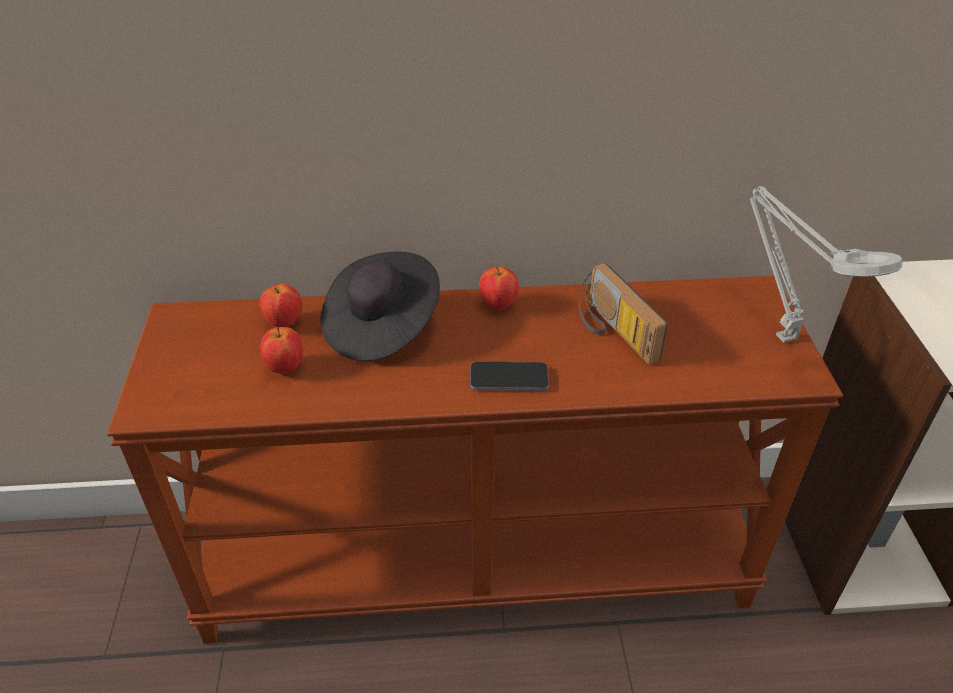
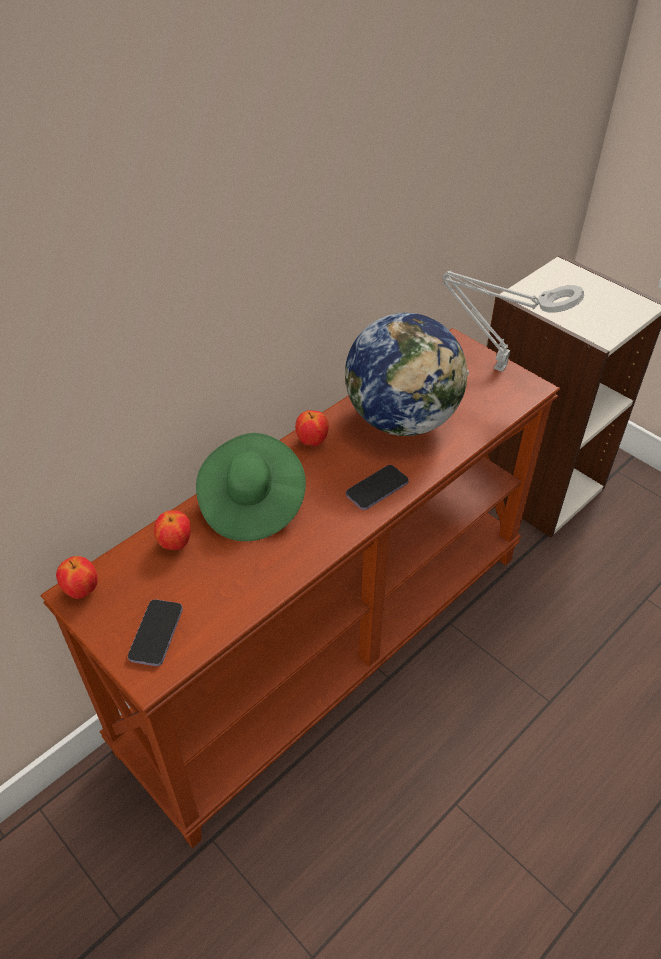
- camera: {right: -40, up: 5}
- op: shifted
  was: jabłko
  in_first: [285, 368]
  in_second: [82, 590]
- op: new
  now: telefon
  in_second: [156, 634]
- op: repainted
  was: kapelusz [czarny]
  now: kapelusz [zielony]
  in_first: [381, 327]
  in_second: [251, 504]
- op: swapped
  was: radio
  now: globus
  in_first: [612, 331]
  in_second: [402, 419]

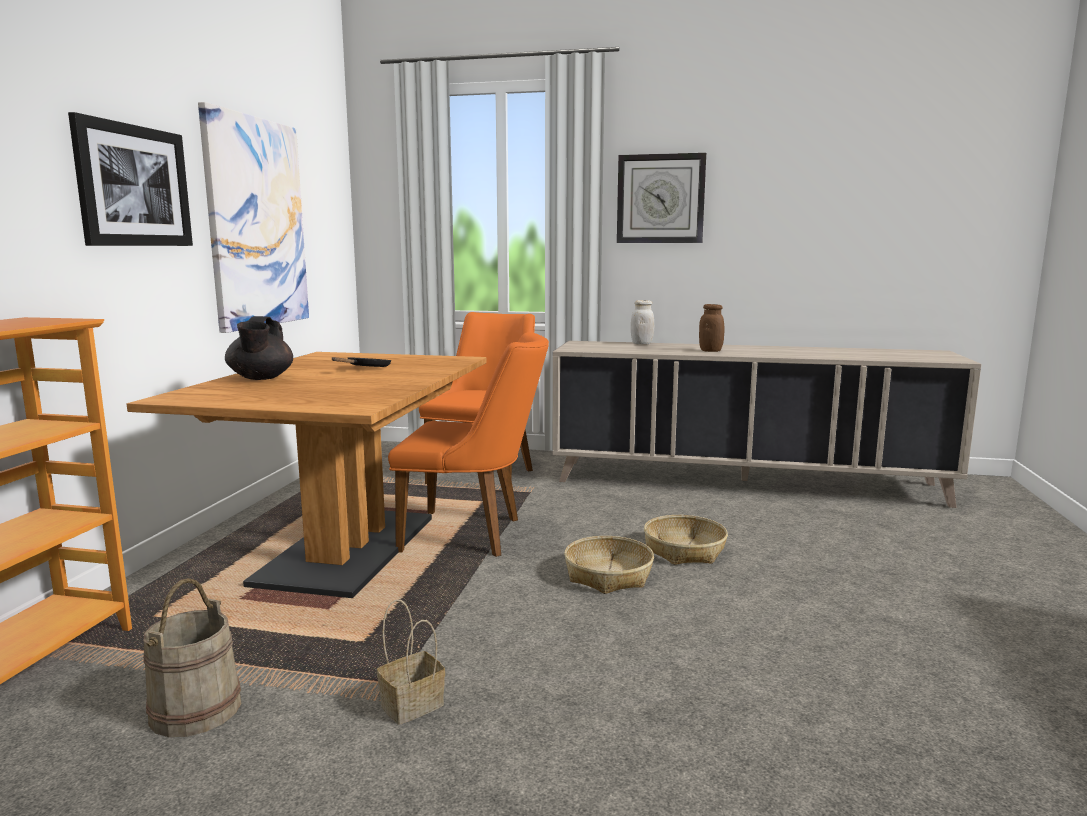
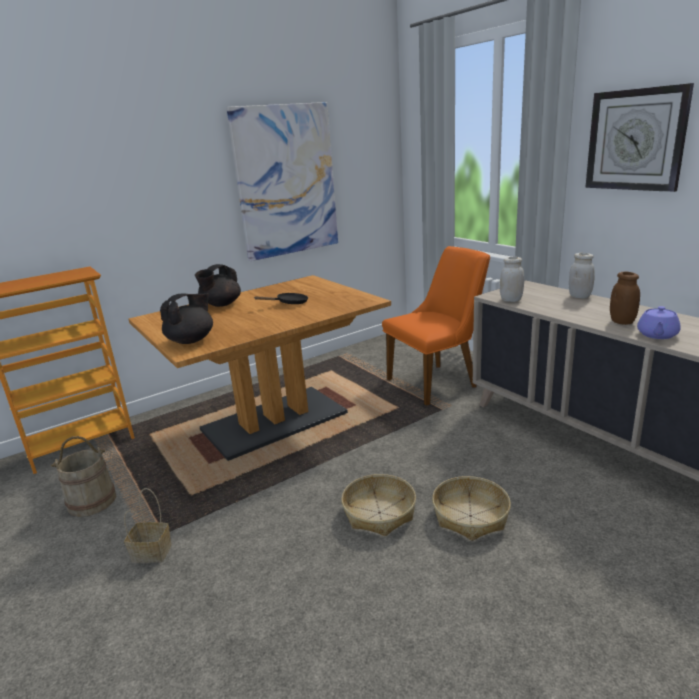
- camera: {right: 45, up: 10}
- op: new
  now: imbryk [czarny]
  in_second: [191, 340]
- op: new
  now: słoik [biały]
  in_second: [511, 300]
- op: new
  now: imbryk [fioletowy]
  in_second: [657, 335]
- op: gone
  was: obraz
  in_first: [133, 186]
- op: gone
  was: krzesło [pomarańczowy]
  in_first: [473, 535]

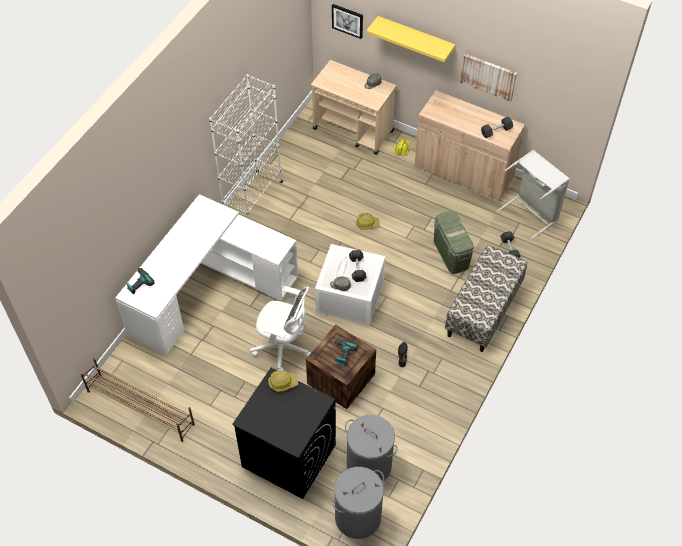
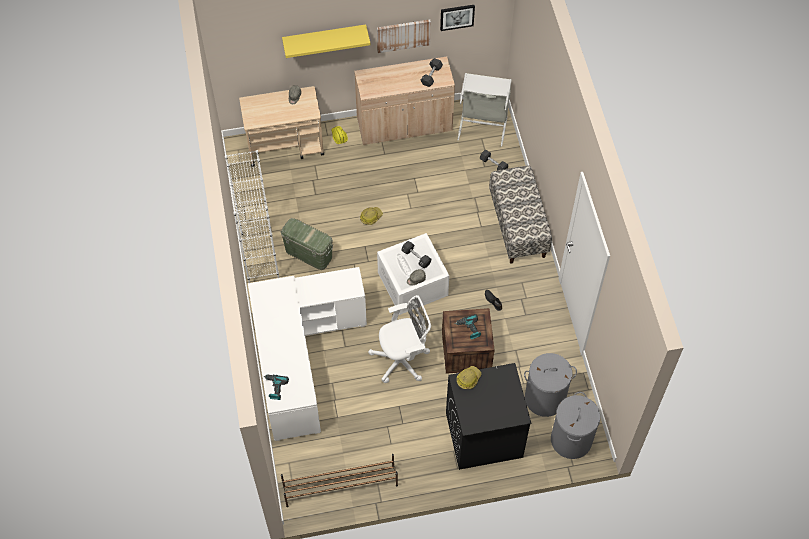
- camera: {right: -40, up: 5}
- op: shifted
  was: pojemnik do przechowywania [zielony]
  in_first: [451, 254]
  in_second: [309, 253]
- op: shifted
  was: obraz
  in_first: [347, 20]
  in_second: [457, 16]

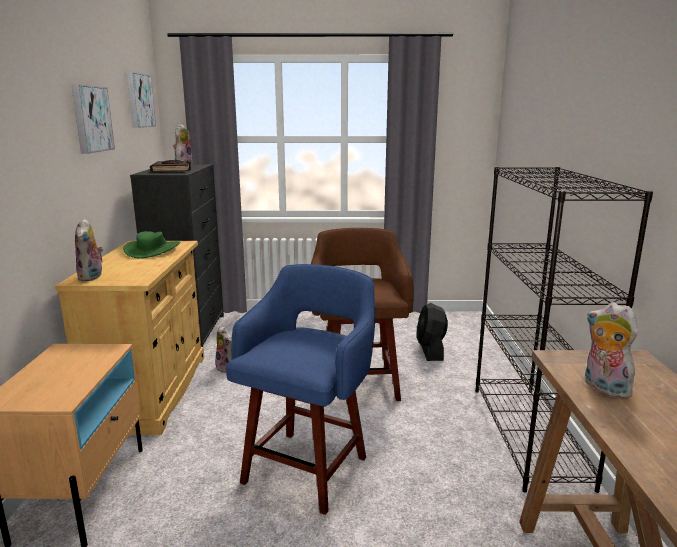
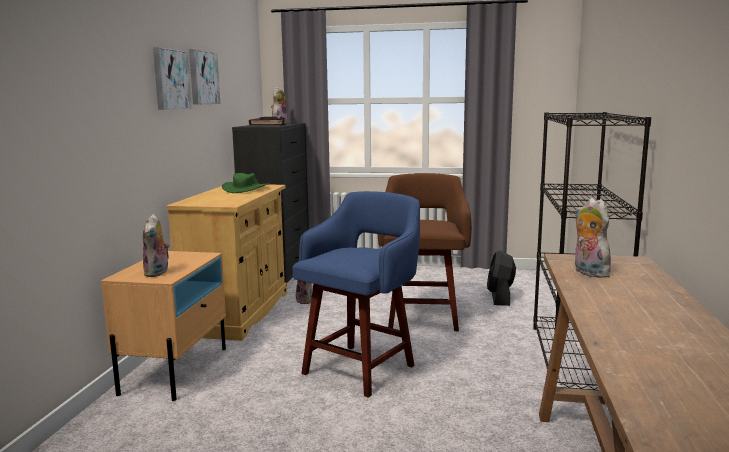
- camera: {right: 10, up: -5}
- op: shifted
  was: pluszak
  in_first: [92, 277]
  in_second: [157, 273]
- op: shifted
  was: obraz
  in_first: [139, 100]
  in_second: [170, 79]

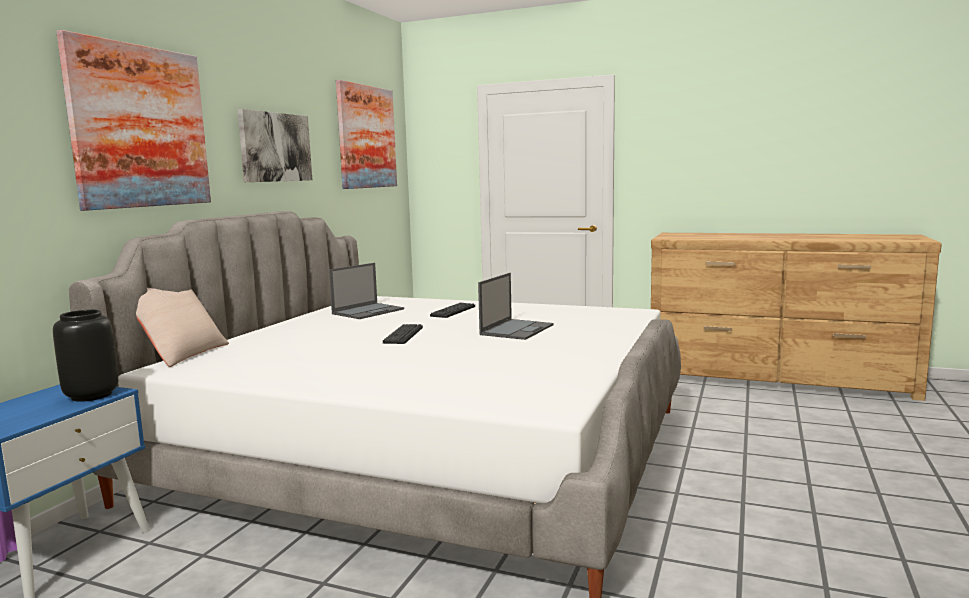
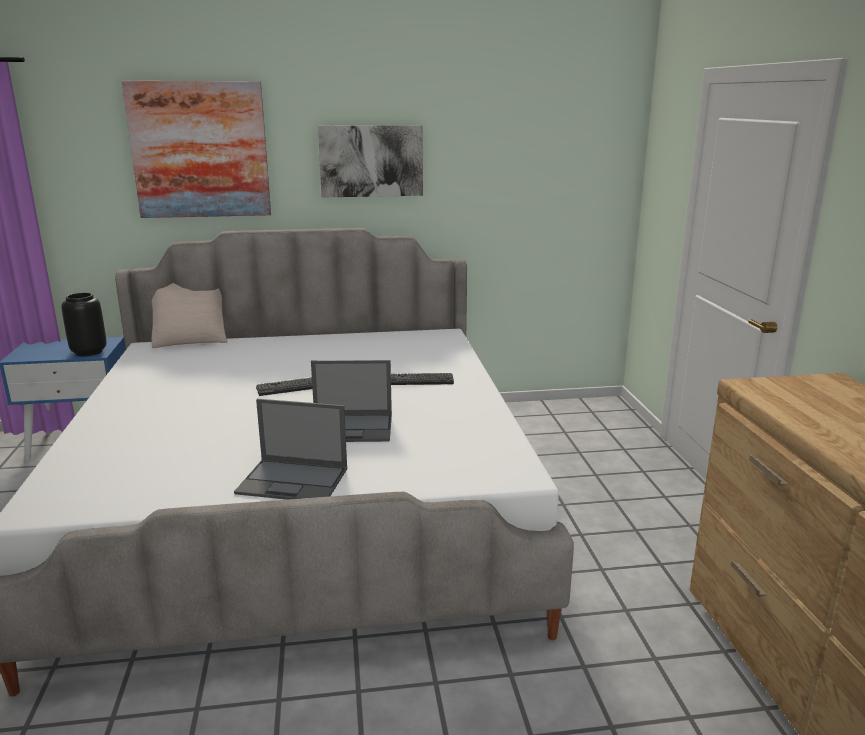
- camera: {right: 60, up: 10}
- op: shifted
  was: laptop
  in_first: [368, 311]
  in_second: [294, 481]
- op: gone
  was: obraz
  in_first: [366, 137]

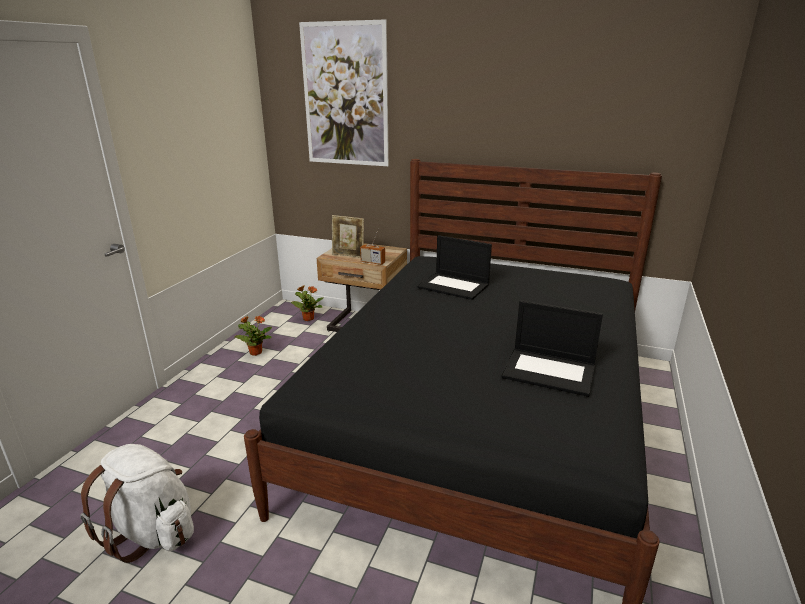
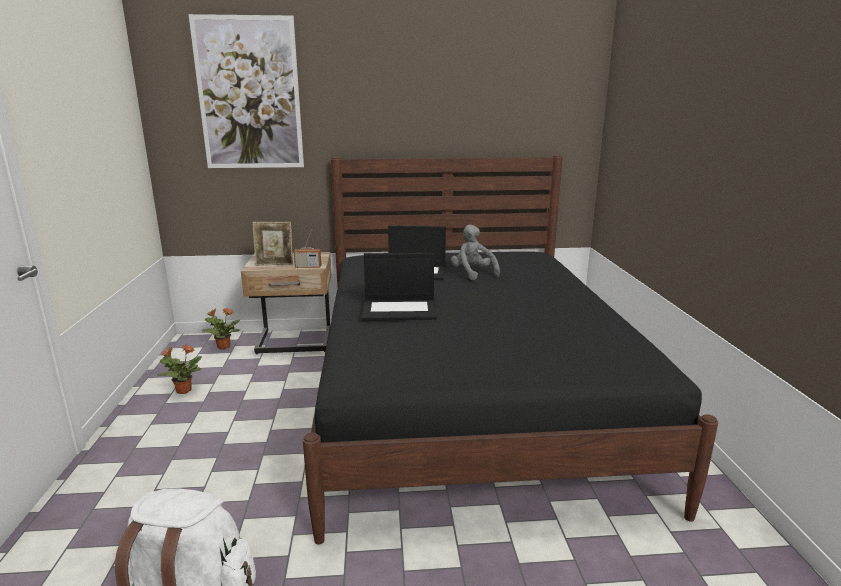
- camera: {right: -25, up: -5}
- op: shifted
  was: laptop
  in_first: [550, 371]
  in_second: [400, 310]
- op: new
  now: pluszak [szary]
  in_second: [472, 274]

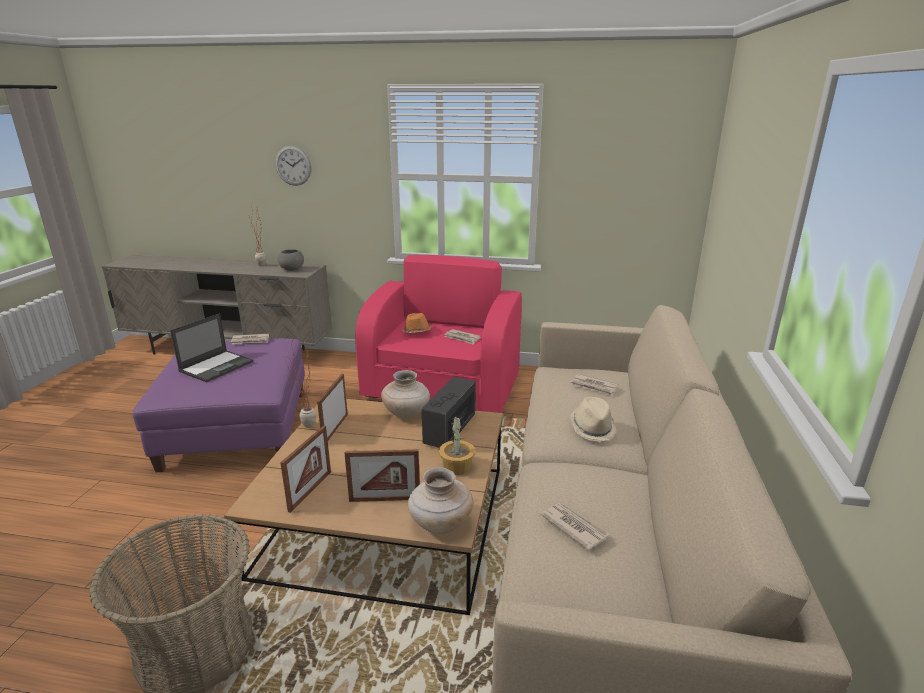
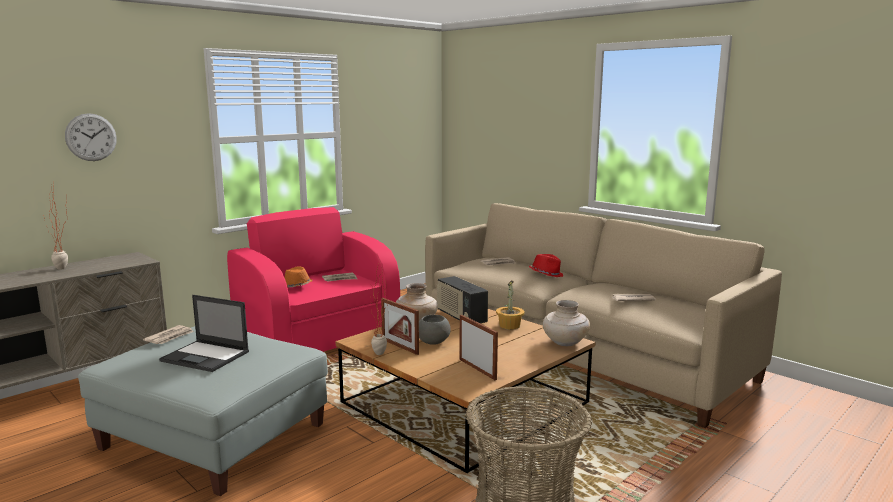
- camera: {right: -55, up: -10}
- op: repainted
  was: pufa [fioletowy]
  now: pufa [szary]
  in_first: [238, 429]
  in_second: [215, 436]
- op: rotated
  was: laptop
  in_first: [217, 366]
  in_second: [206, 356]
  clockwise: 135
- op: shifted
  was: miska [szary]
  in_first: [291, 269]
  in_second: [433, 342]
- op: repainted
  was: kapelusz [beżowy]
  now: kapelusz [czerwony]
  in_first: [592, 428]
  in_second: [546, 274]
- op: gone
  was: ramka na zdjęcie
  in_first: [384, 499]

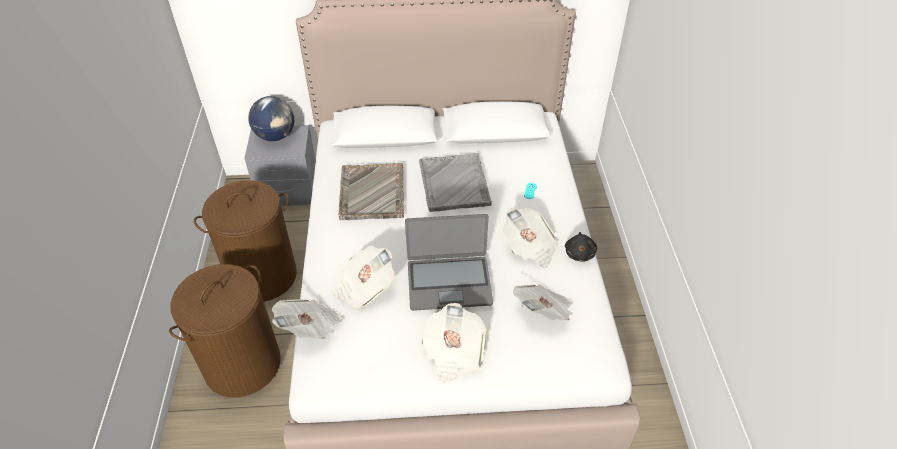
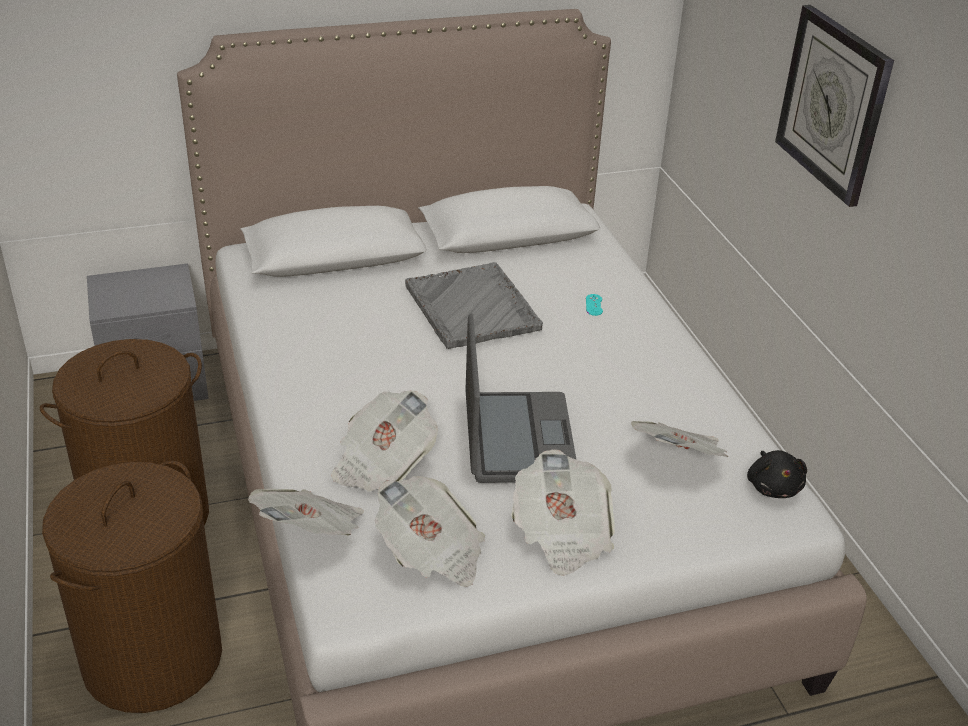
- camera: {right: -15, up: -10}
- op: shifted
  was: gazeta
  in_first: [529, 248]
  in_second: [431, 553]
- op: rotated
  was: laptop
  in_first: [449, 282]
  in_second: [517, 439]
  clockwise: -75
- op: shifted
  was: pluszak [czarny]
  in_first: [579, 253]
  in_second: [773, 486]
- op: new
  now: zegar ścienny
  in_second: [833, 104]
- op: gone
  was: globus
  in_first: [276, 136]
- op: gone
  was: taca [szary]
  in_first: [372, 193]

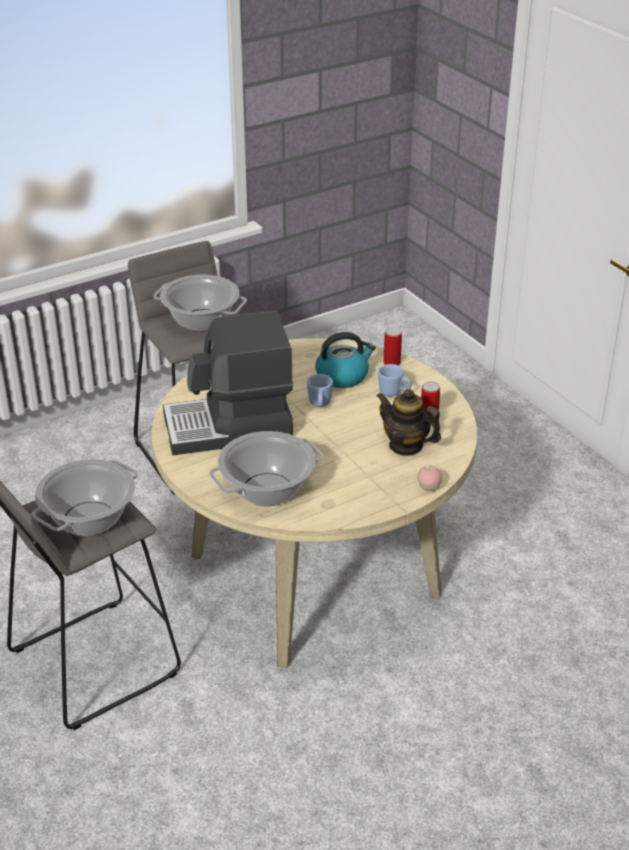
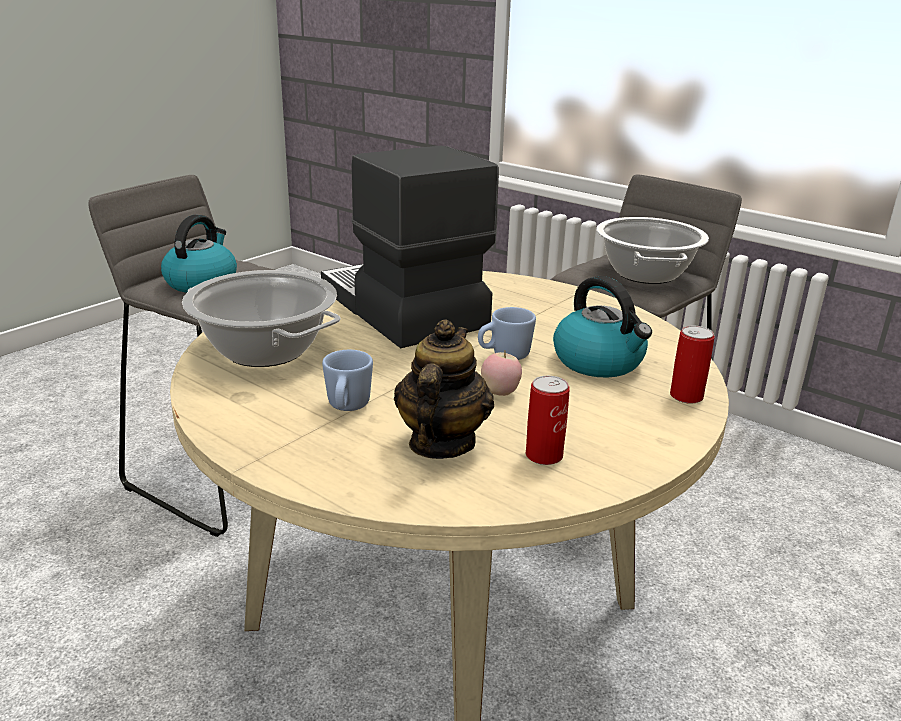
- camera: {right: 70, up: -10}
- op: swapped
  was: garnek
  now: czajnik
  in_first: [89, 519]
  in_second: [201, 282]
- op: shifted
  was: kubek [niebieski]
  in_first: [394, 393]
  in_second: [347, 408]
- op: shifted
  was: jabłko
  in_first: [428, 488]
  in_second: [500, 393]

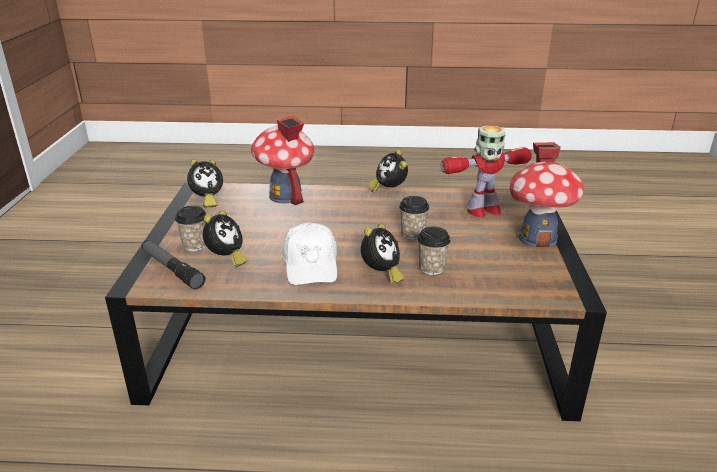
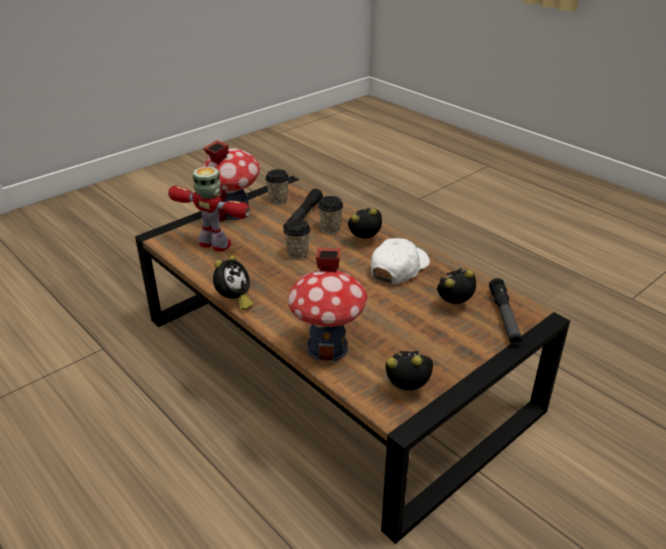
- camera: {right: -135, up: 5}
- op: shifted
  was: filiżanka
  in_first: [195, 245]
  in_second: [278, 200]
- op: new
  now: latarka [czarny]
  in_second: [303, 216]

